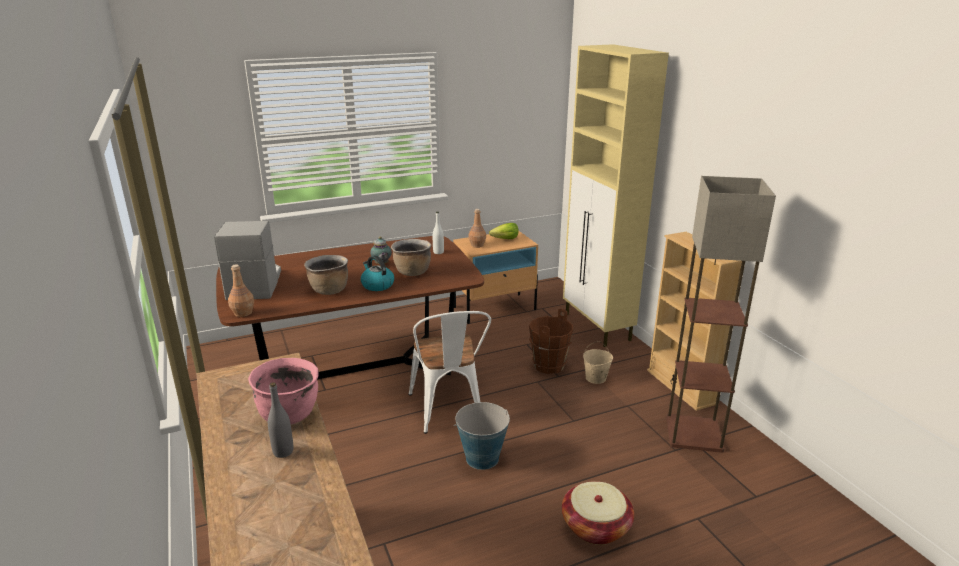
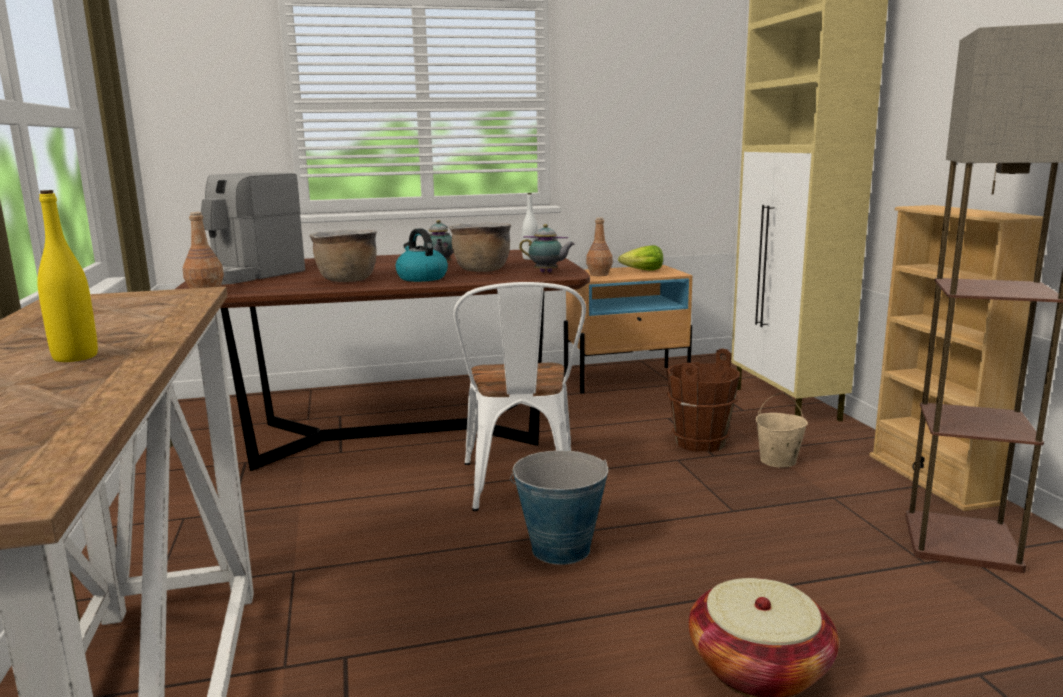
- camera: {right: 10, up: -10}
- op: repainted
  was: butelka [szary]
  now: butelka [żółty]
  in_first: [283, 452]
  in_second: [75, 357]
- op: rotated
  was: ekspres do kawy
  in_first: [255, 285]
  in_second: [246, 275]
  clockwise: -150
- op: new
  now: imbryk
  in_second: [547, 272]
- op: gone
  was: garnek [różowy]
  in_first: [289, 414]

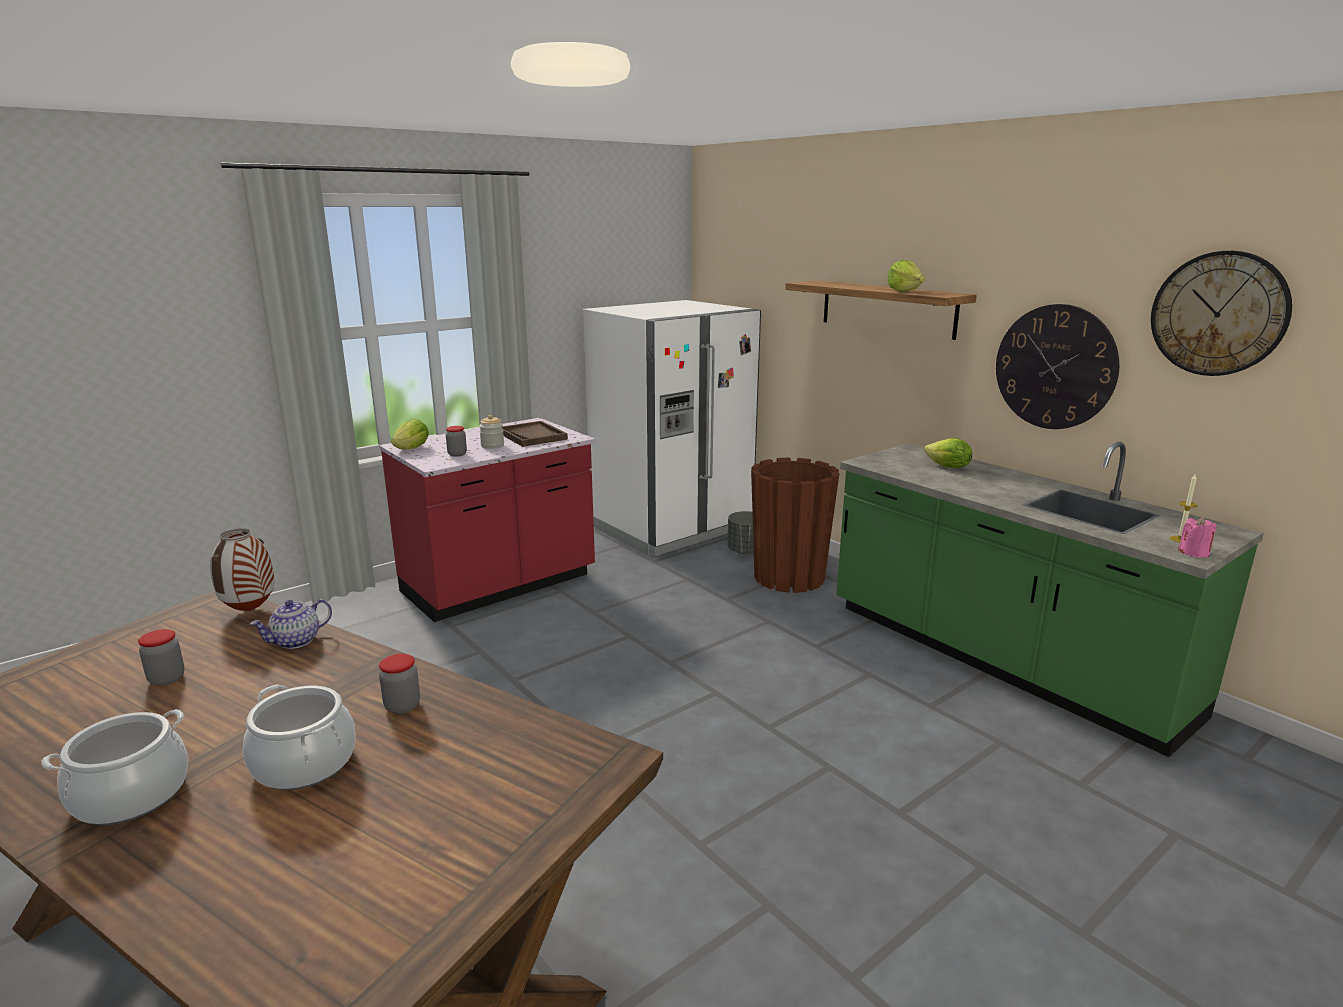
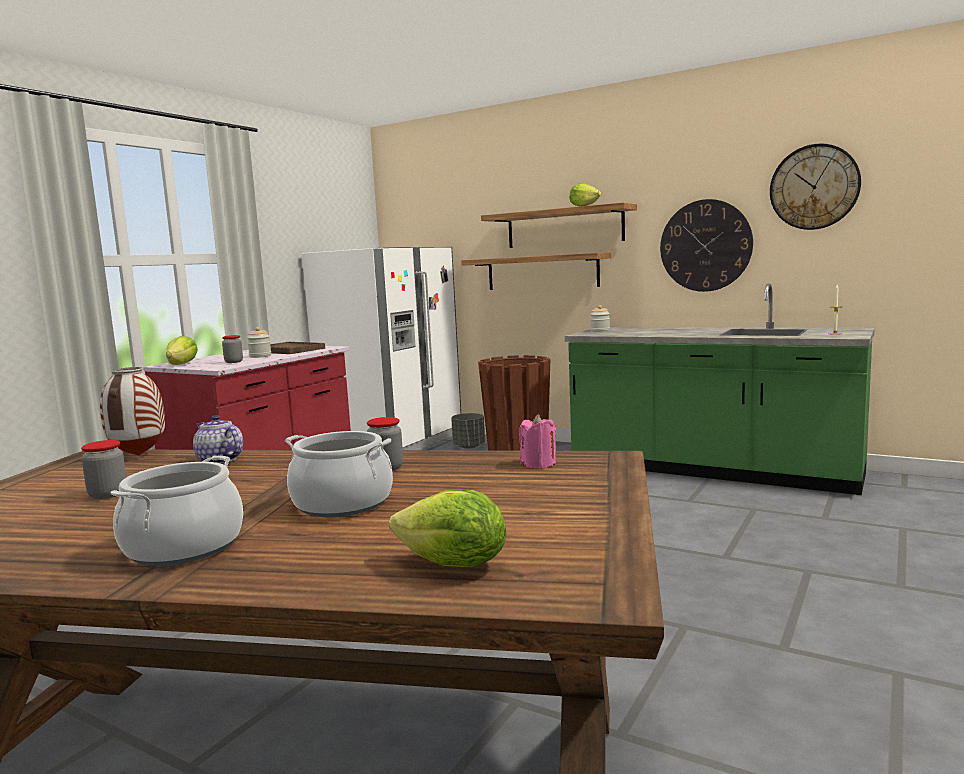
- camera: {right: -20, up: -10}
- op: rotated
  was: imbryk
  in_first: [296, 641]
  in_second: [219, 460]
  clockwise: 105
- op: shifted
  was: sałata
  in_first: [948, 467]
  in_second: [454, 565]
- op: new
  now: półka
  in_second: [542, 272]
- op: shifted
  was: świeca [różowy]
  in_first: [1194, 553]
  in_second: [538, 464]
- op: new
  now: słoik
  in_second: [600, 331]

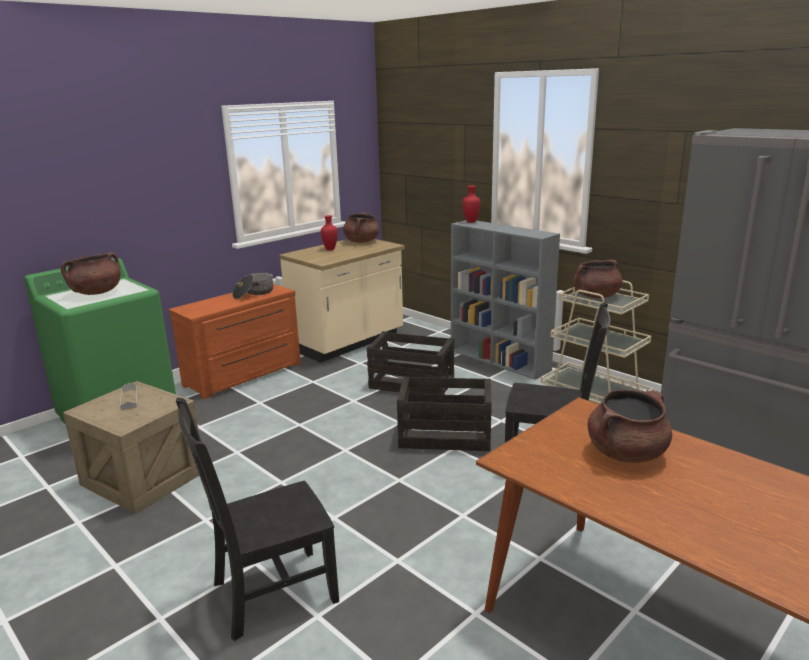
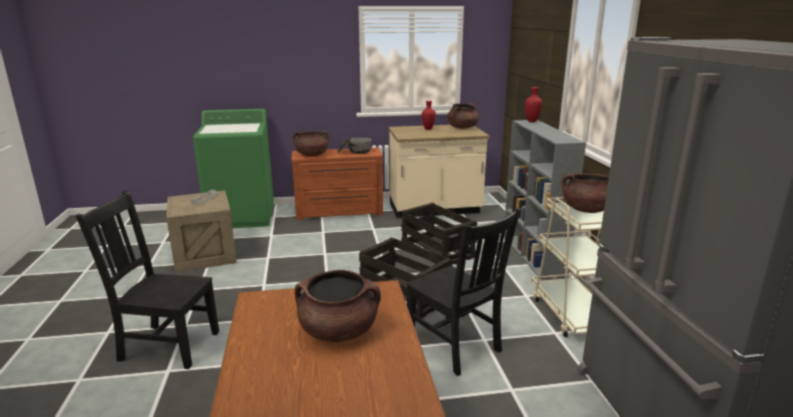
- camera: {right: 35, up: 0}
- op: shifted
  was: garnek [brązowy]
  in_first: [96, 292]
  in_second: [312, 155]

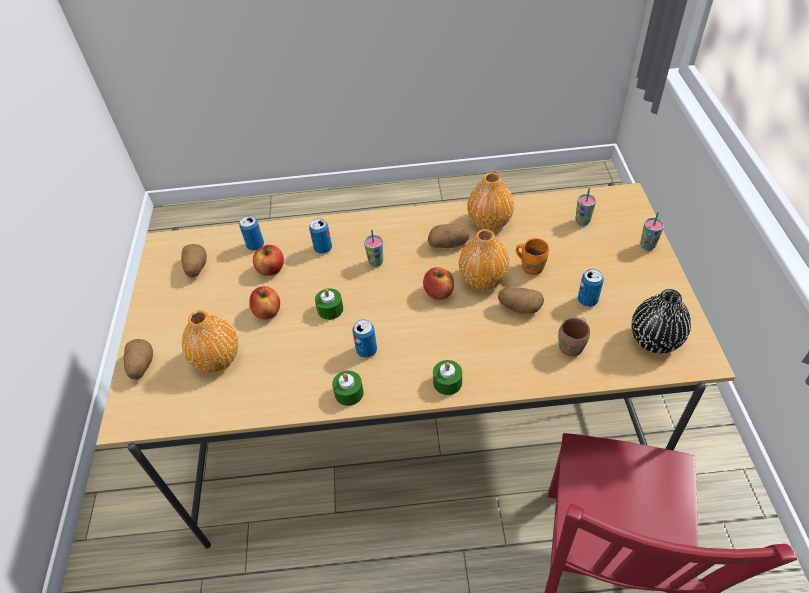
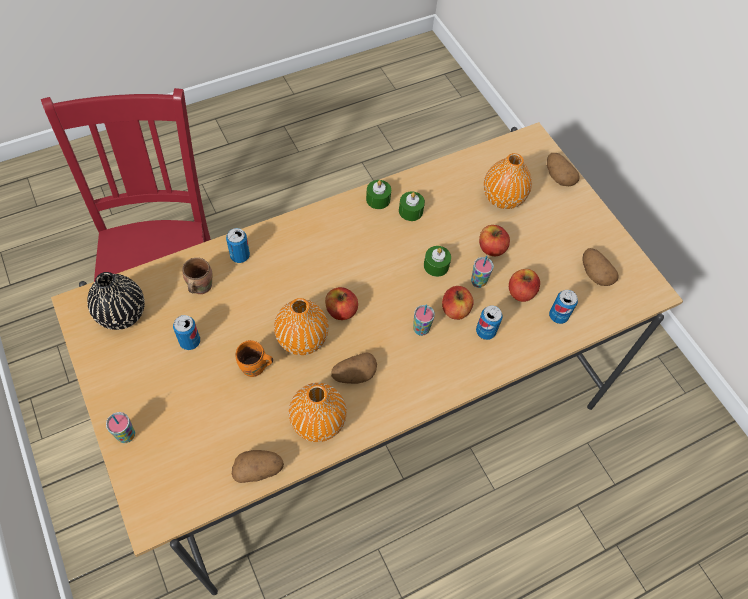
- camera: {right: 150, up: 10}
- op: shifted
  was: puszka
  in_first: [366, 350]
  in_second: [240, 256]
- op: shifted
  was: ziemniak
  in_first: [519, 308]
  in_second: [259, 470]
- op: shifted
  was: świeca [zielony]
  in_first: [447, 382]
  in_second: [410, 211]
- op: new
  now: jabłko
  in_second: [455, 310]
- op: shifted
  was: filiżanka
  in_first: [582, 221]
  in_second: [478, 282]

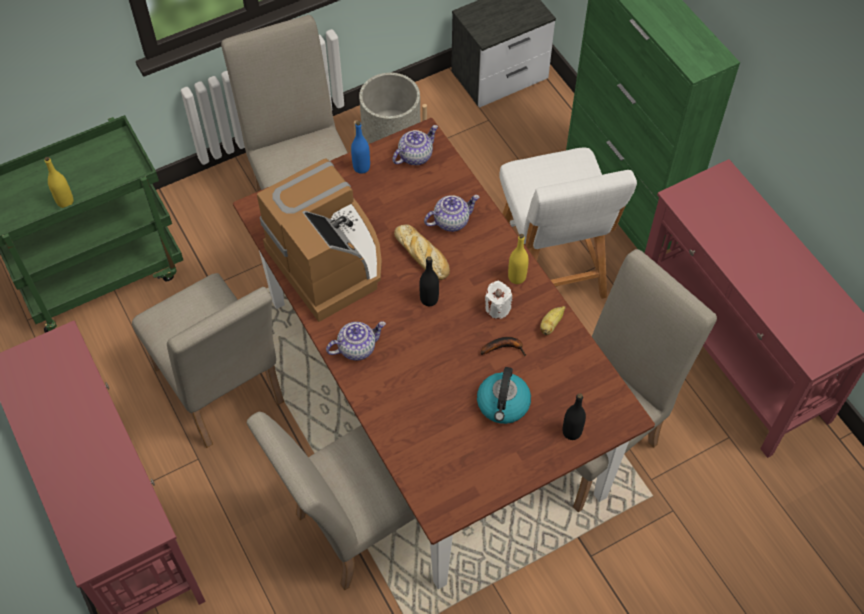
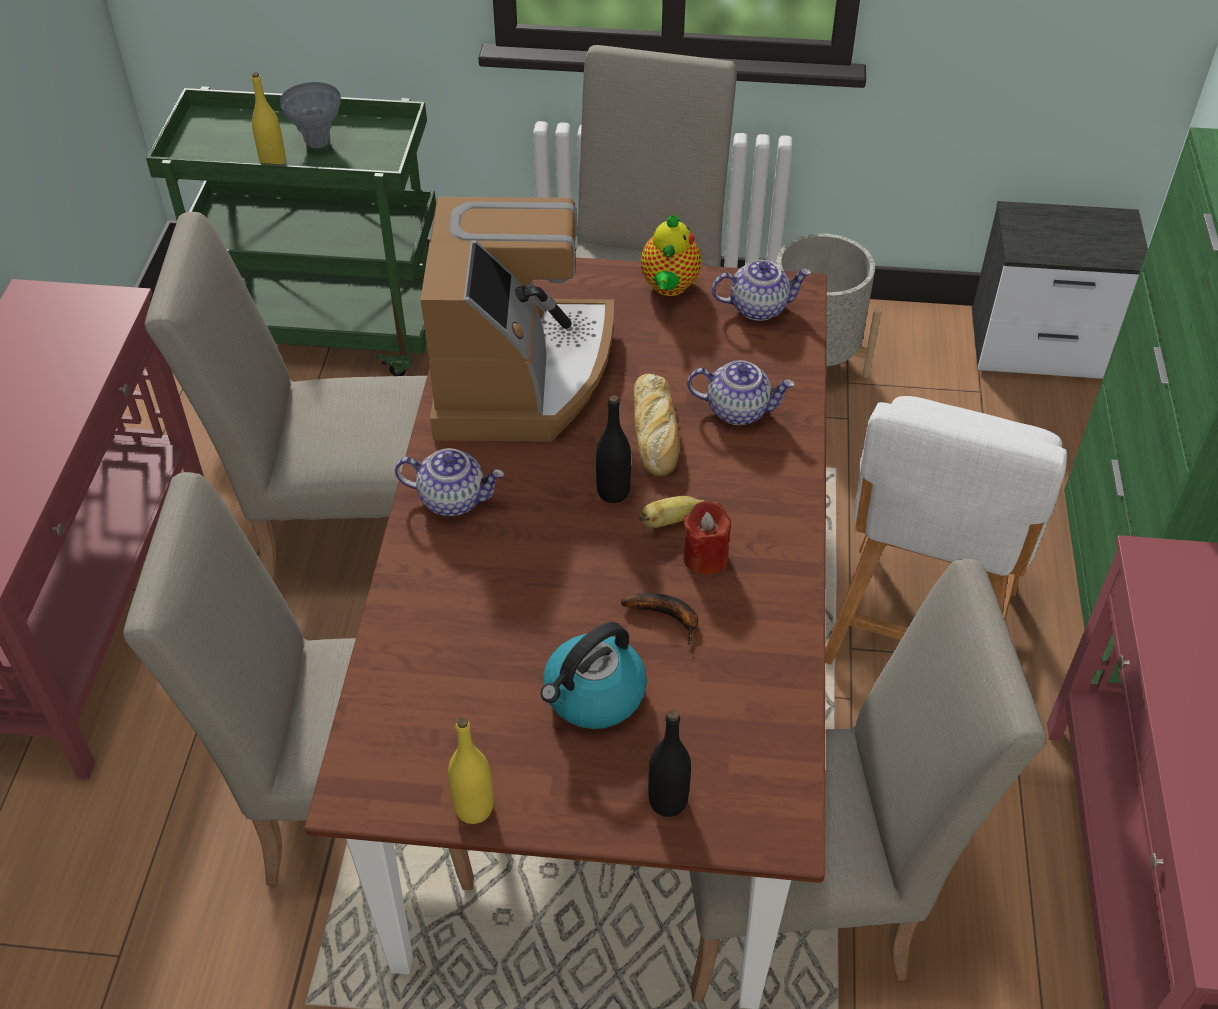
- camera: {right: 35, up: -10}
- op: rotated
  was: krzesło [beżowy]
  in_first: [222, 393]
  in_second: [342, 538]
  clockwise: 90
- op: new
  now: wazon [szary]
  in_second: [317, 142]
- op: shifted
  was: butelka [żółty]
  in_first: [517, 277]
  in_second: [474, 808]
- op: shifted
  was: banan
  in_first: [551, 324]
  in_second: [670, 521]
- op: swapped
  was: butelka [niebieski]
  now: imbryk
  in_first: [361, 167]
  in_second: [669, 287]
- op: repainted
  was: świeca [biały]
  now: świeca [czerwony]
  in_first: [497, 308]
  in_second: [705, 557]

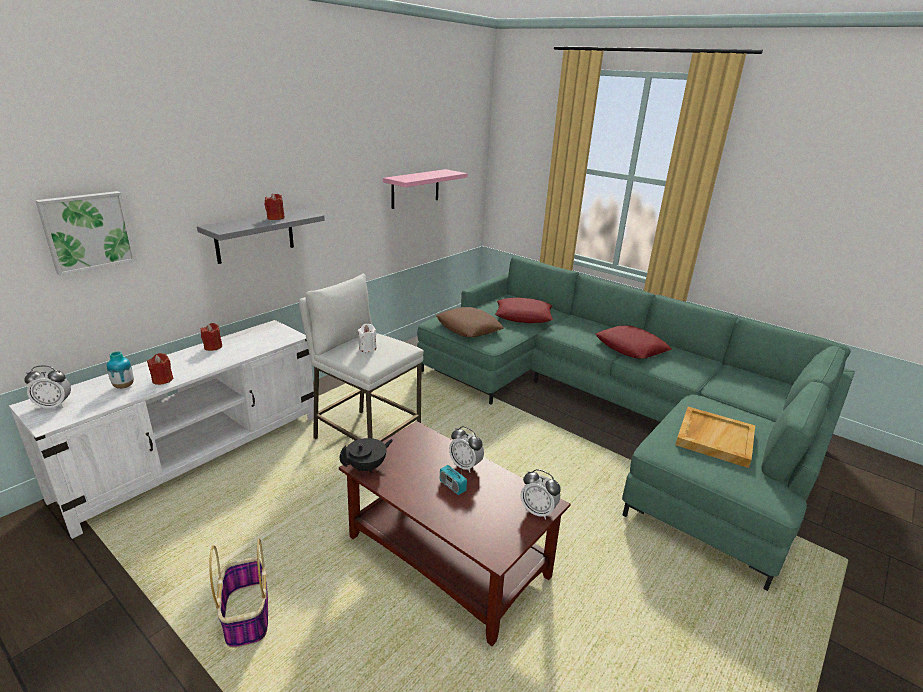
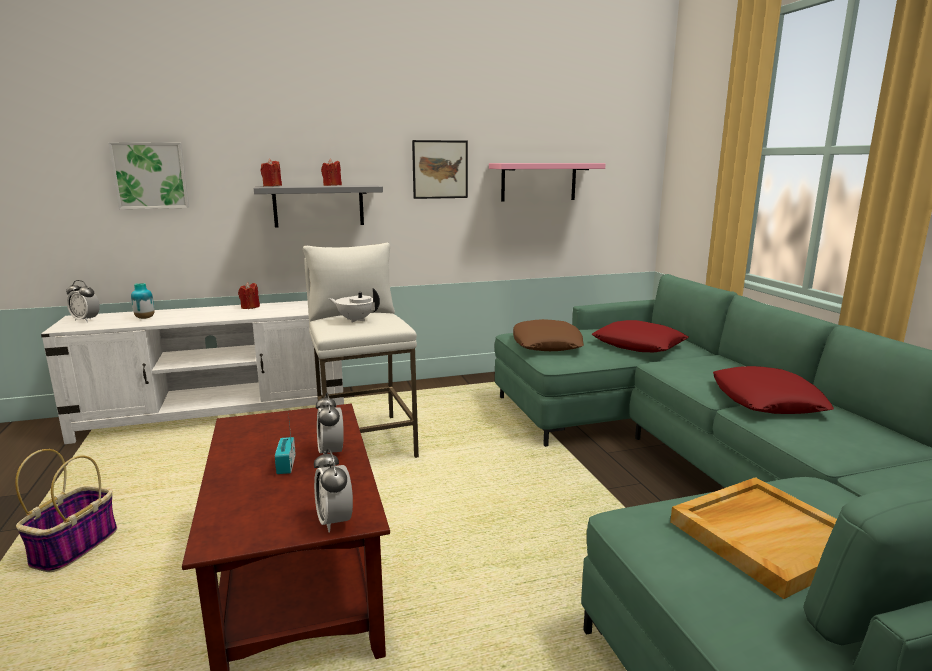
- camera: {right: 35, up: -10}
- op: shifted
  was: świeca [czerwony]
  in_first: [162, 380]
  in_second: [272, 186]
- op: swapped
  was: świeca [biały]
  now: imbryk [biały]
  in_first: [367, 348]
  in_second: [355, 320]
- op: new
  now: obraz
  in_second: [440, 169]
- op: gone
  was: imbryk [czarny]
  in_first: [367, 467]

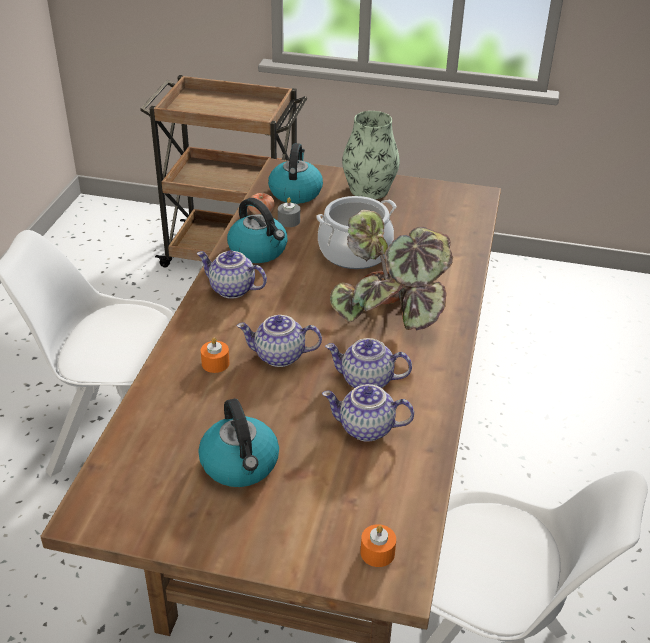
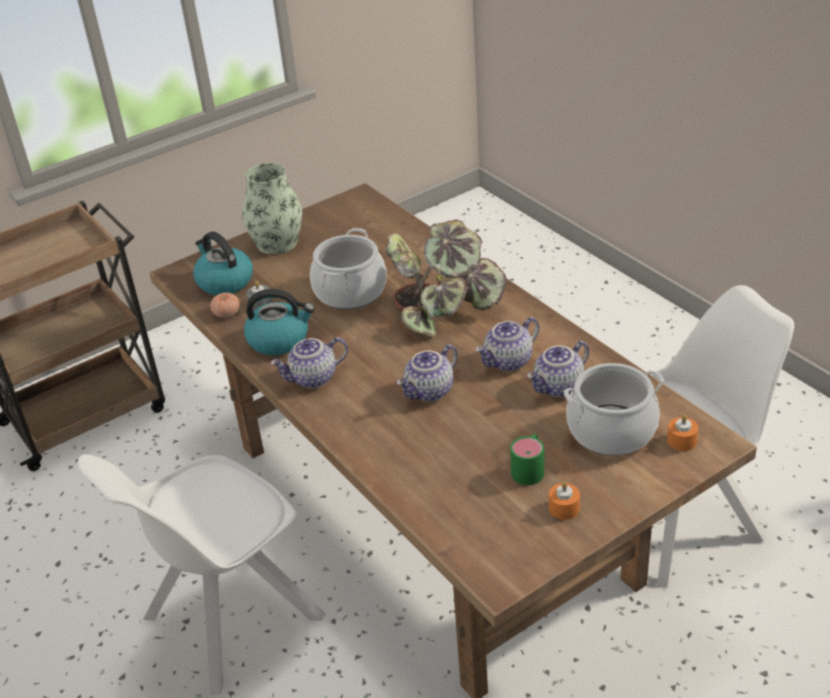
- camera: {right: -45, up: 0}
- op: swapped
  was: czajnik
  now: kubek [zielony]
  in_first: [240, 465]
  in_second: [529, 468]
- op: shifted
  was: świeca [pomarańczowy]
  in_first: [215, 363]
  in_second: [564, 508]
- op: new
  now: garnek
  in_second: [612, 431]

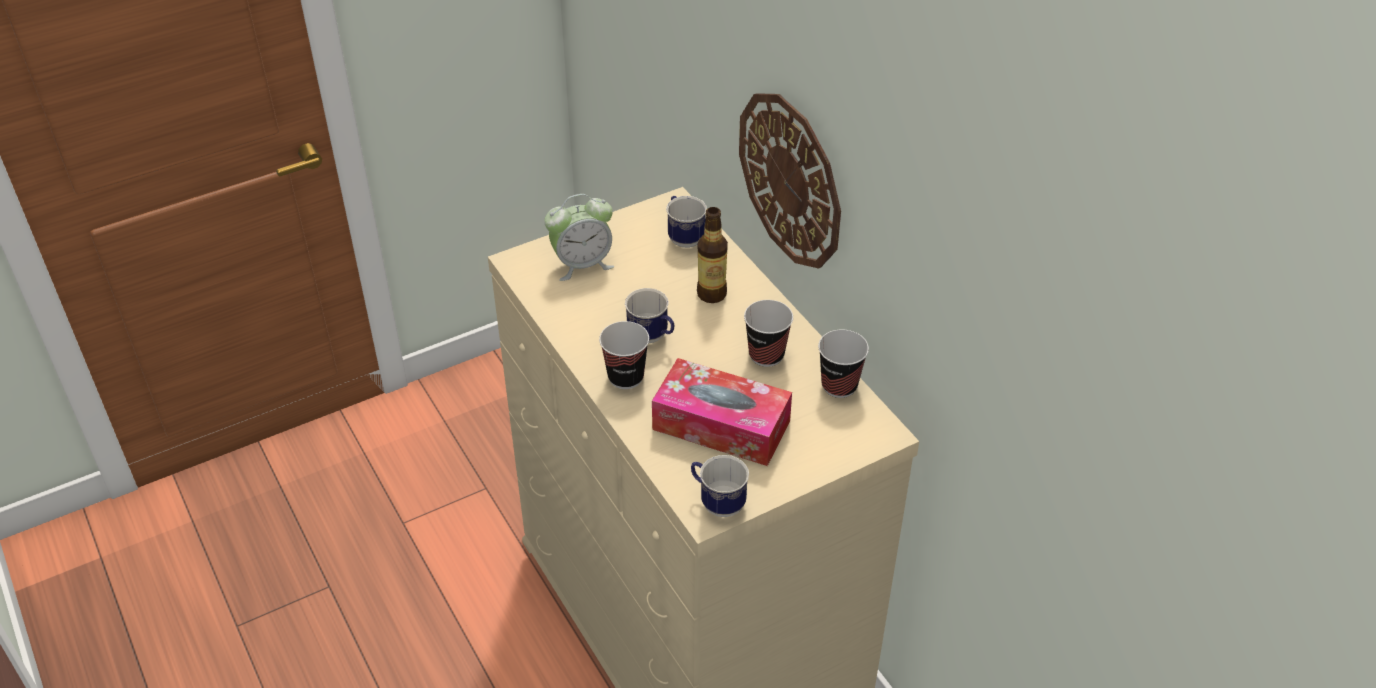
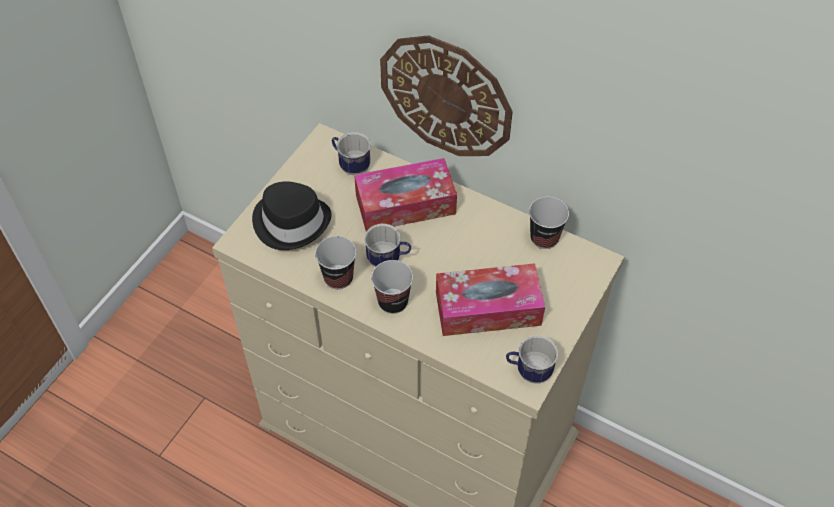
- camera: {right: -30, up: 10}
- op: swapped
  was: budzik
  now: kapelusz [czarny]
  in_first: [582, 264]
  in_second: [291, 222]
- op: shifted
  was: filiżanka
  in_first: [766, 355]
  in_second: [338, 278]
- op: swapped
  was: butelka
  now: pudełko chusteczek
  in_first: [712, 294]
  in_second: [405, 204]

